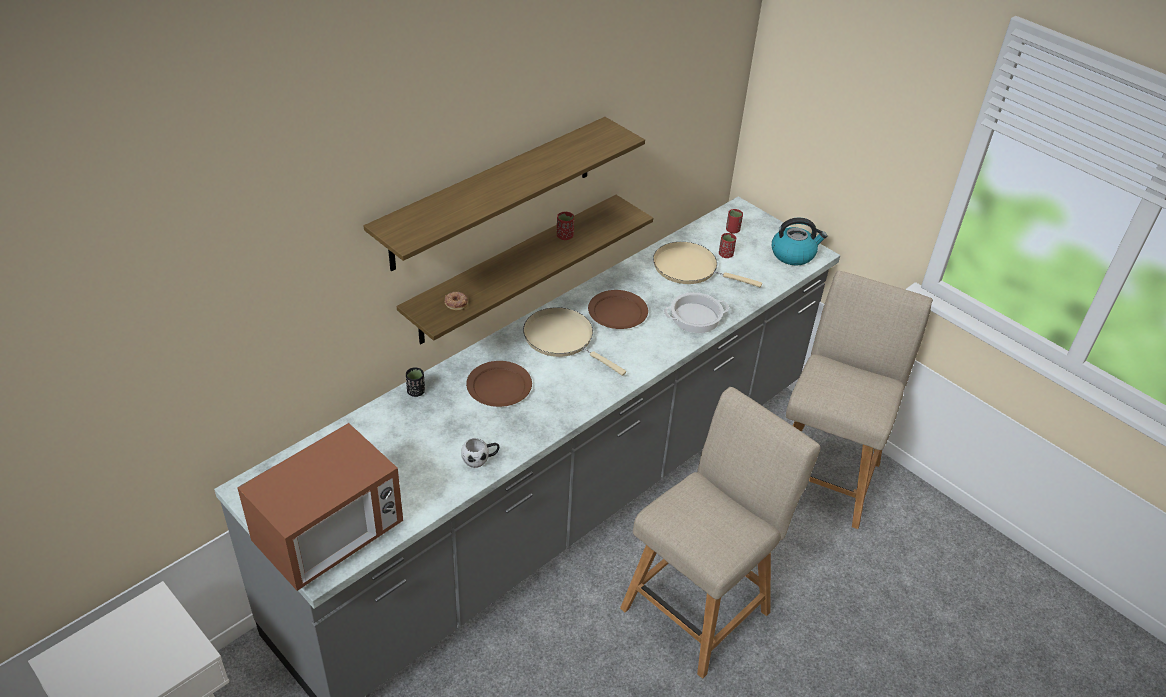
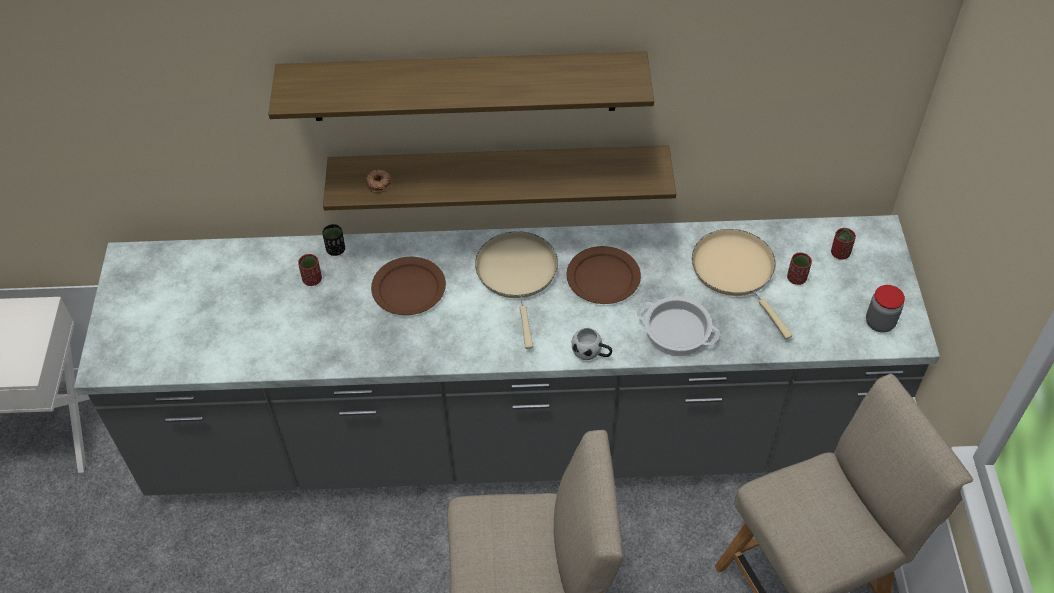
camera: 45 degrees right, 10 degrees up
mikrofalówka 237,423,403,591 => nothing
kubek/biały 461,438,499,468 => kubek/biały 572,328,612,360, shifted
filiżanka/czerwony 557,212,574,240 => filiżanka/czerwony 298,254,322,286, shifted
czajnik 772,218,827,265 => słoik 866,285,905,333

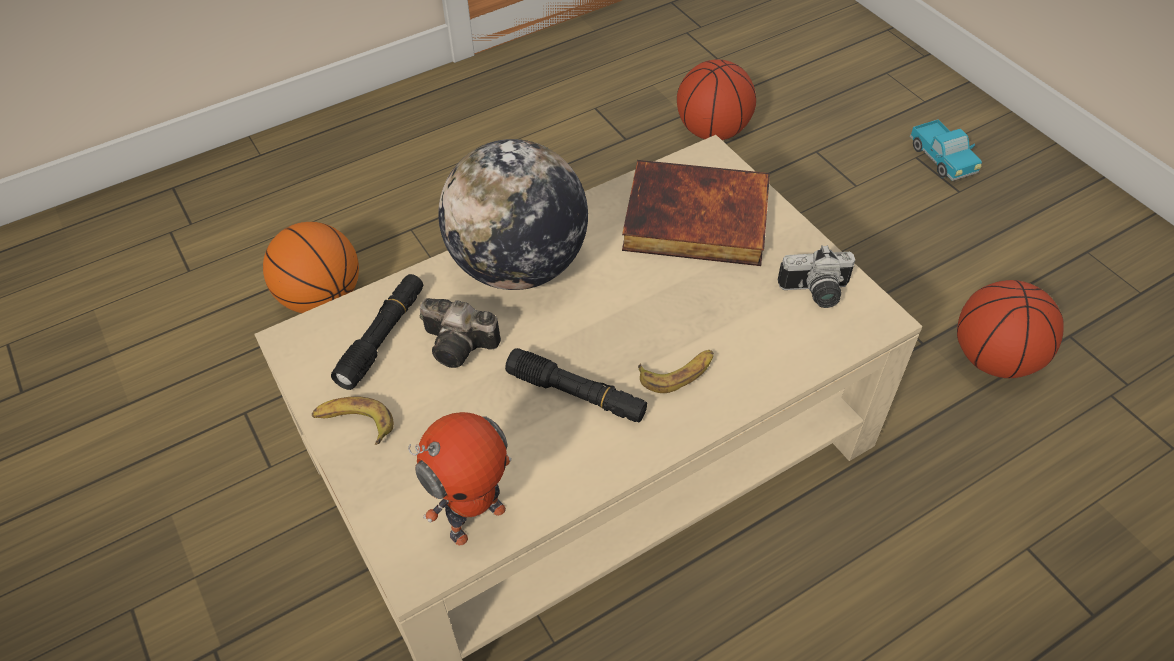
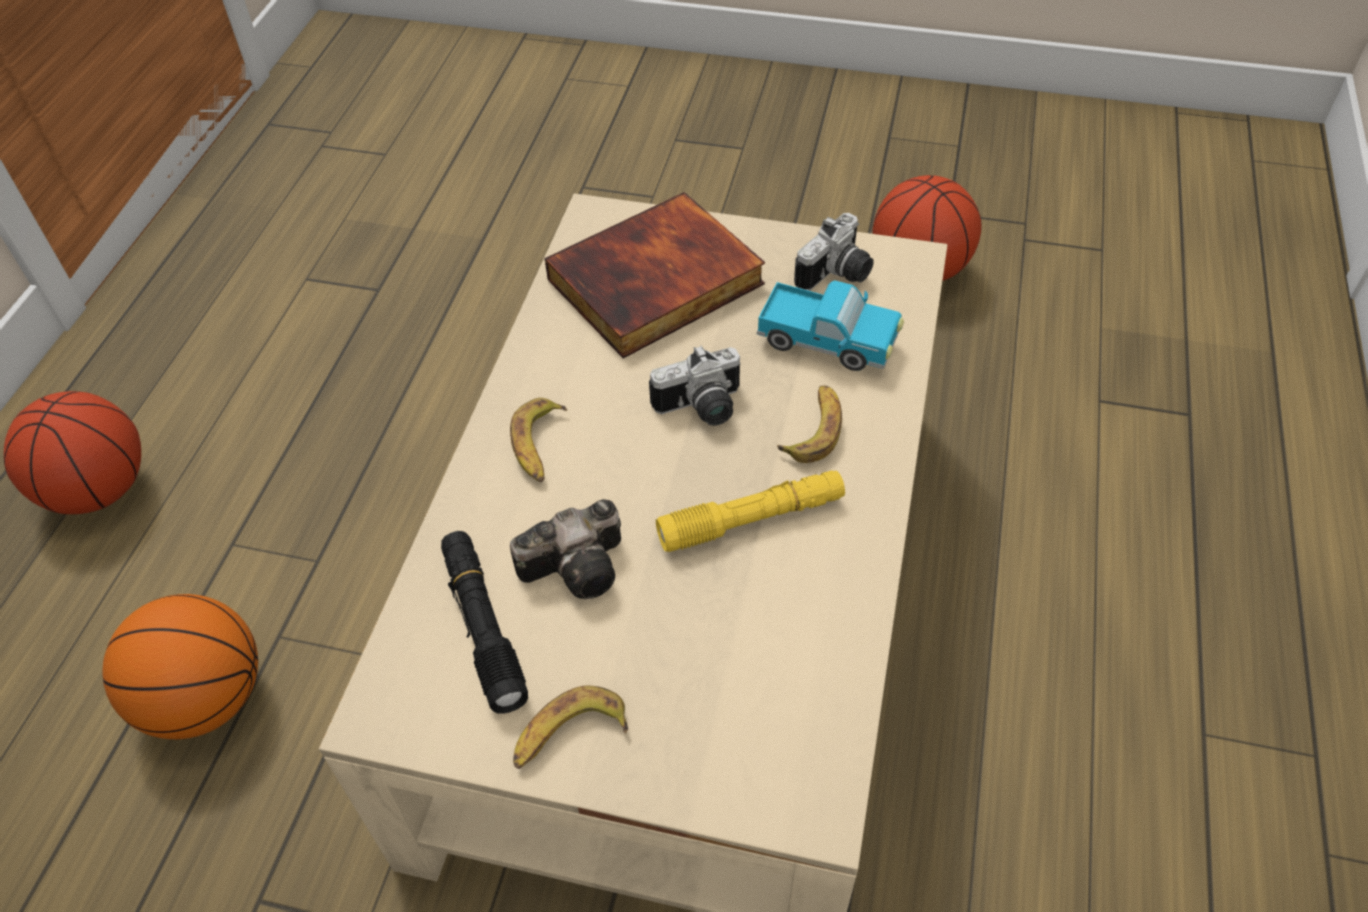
camera: 45 degrees left, 0 degrees up
robot zabawkowy 408,412,512,546 => nothing
nothing => aparat fotograficzny 649,345,741,426
piłka do koszykówki 677,59,756,140 => piłka do koszykówki 4,391,141,514, shifted
ciężarówka zabawkowa 910,119,982,181 => ciężarówka zabawkowa 757,280,904,371, shifted
globus 438,139,588,290 => banan 510,398,567,482
latarka/czarny 505,348,647,422 => latarka/żółty 656,471,845,552

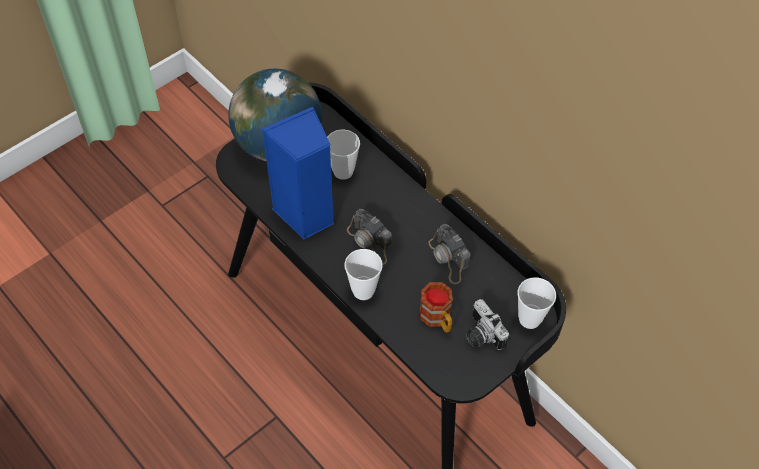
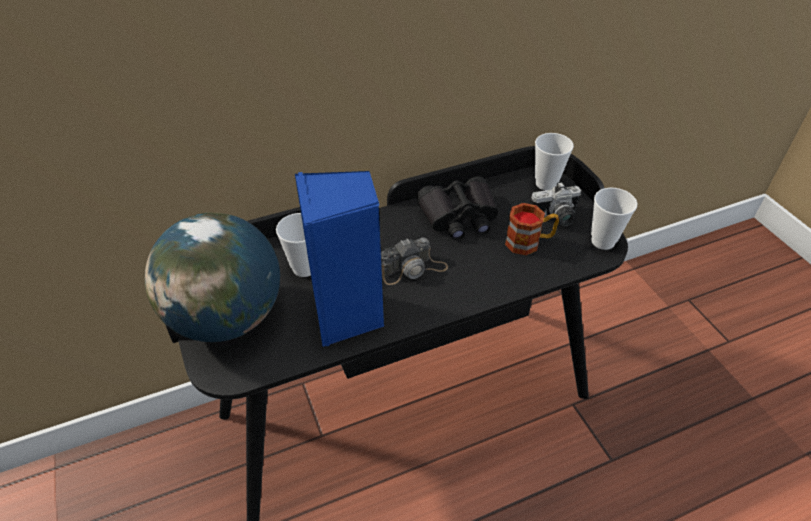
camera: 70 degrees left, 10 degrees down
filiżanka 344,249,383,300 => filiżanka 591,188,637,250, shifted
aparat fotograficzny 428,224,470,284 => lornetka/czarny 417,176,498,240

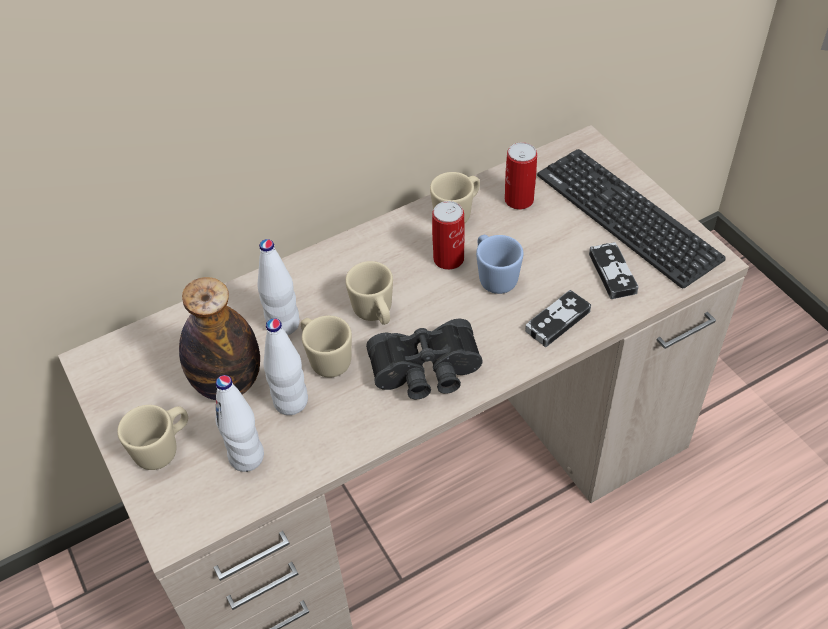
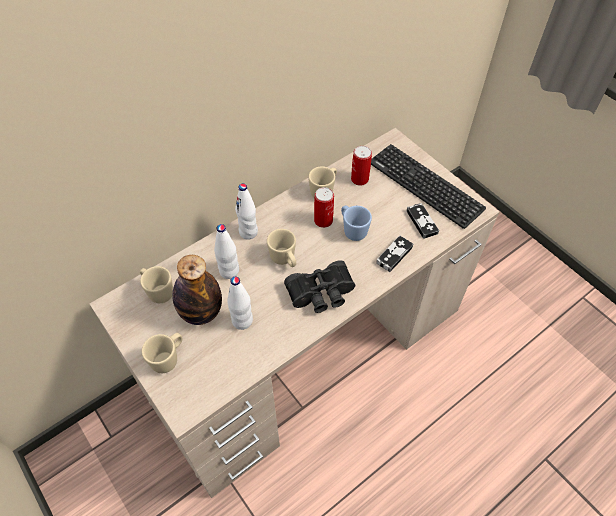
camera: 10 degrees left, 5 degrees up
butelka/biały 216,375,264,472 => butelka/biały 235,184,258,240, shifted
kubek/beżowy 301,316,352,378 => kubek/beżowy 140,266,173,303, shifted

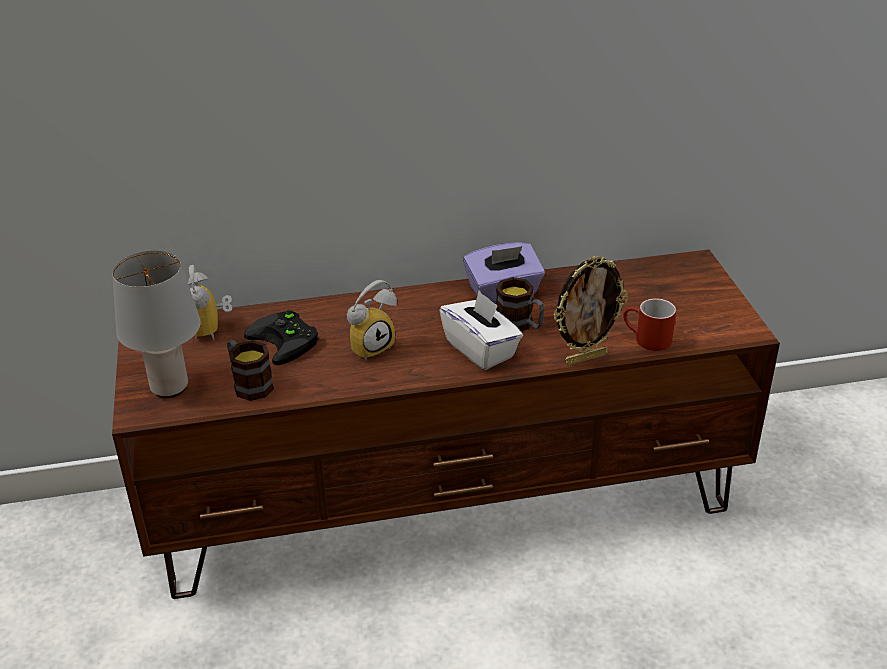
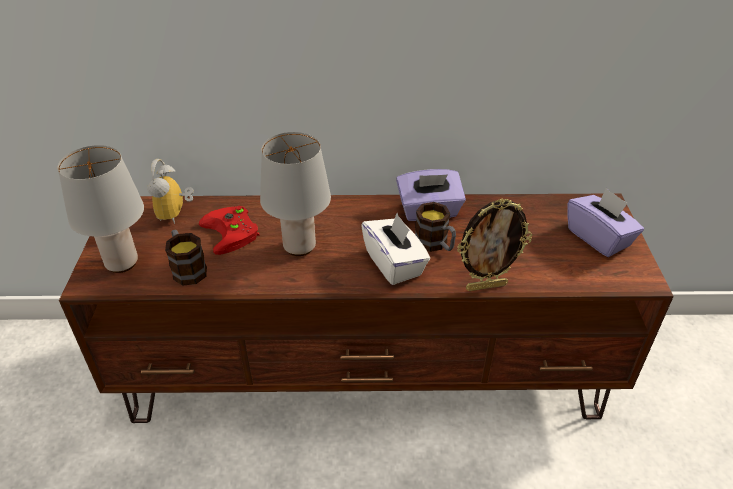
camera: 10 degrees right, 5 degrees up
kubek/czerwony 623,298,676,351 => nothing
nothing => pudełko chusteczek/fioletowy 568,188,644,257
budzik 347,280,397,361 => lampa stołowa/szary 260,132,331,256
pad do gier/czarny 244,310,319,365 => pad do gier/czerwony 199,206,259,255

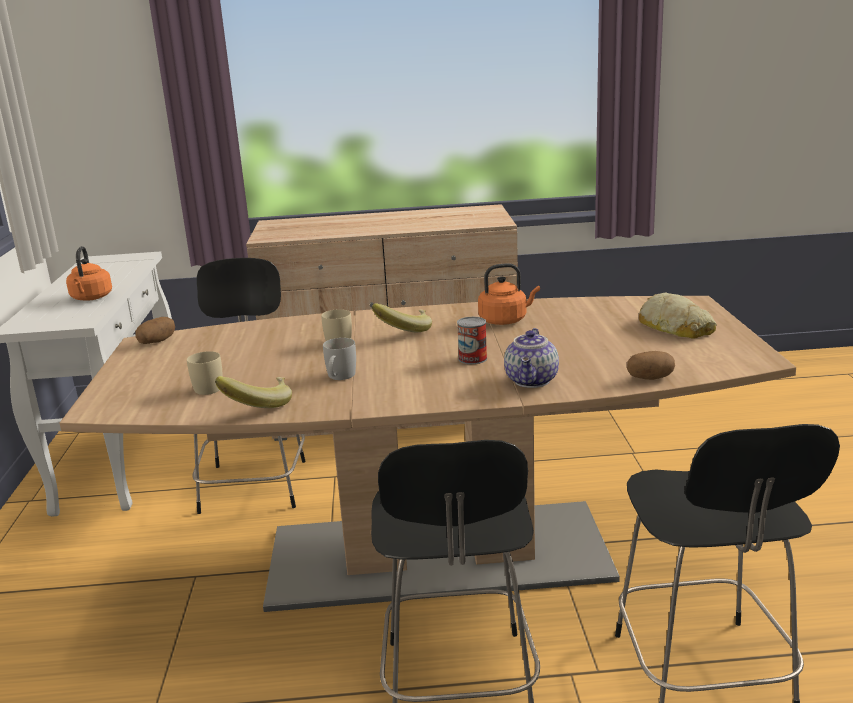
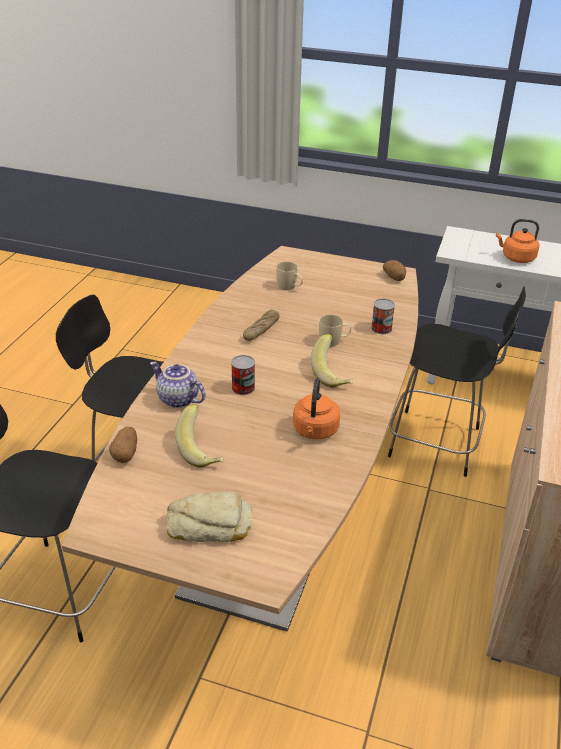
camera: 110 degrees right, 15 degrees up
nothing => puszka 371,299,395,334
banan 215,376,292,408 => banan 175,404,223,468, shifted
kubek/biały 323,338,356,380 => chleb 243,310,280,341

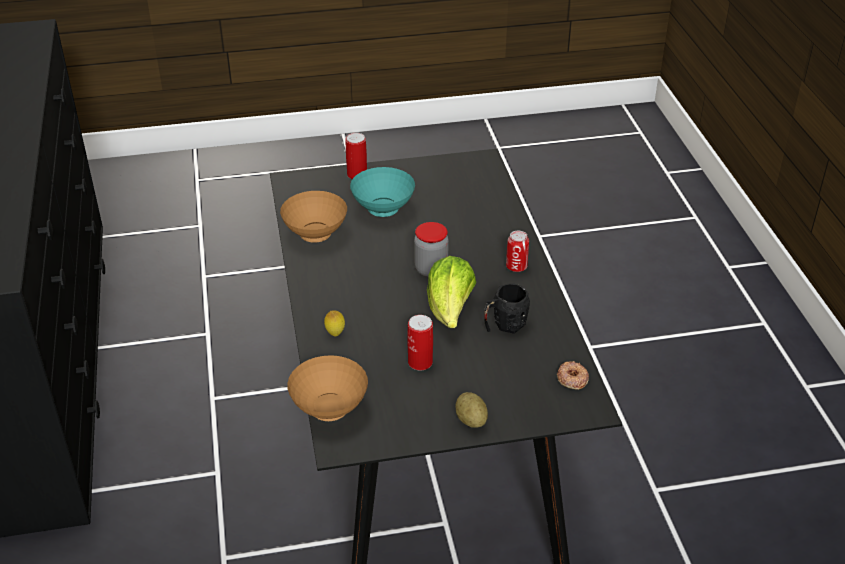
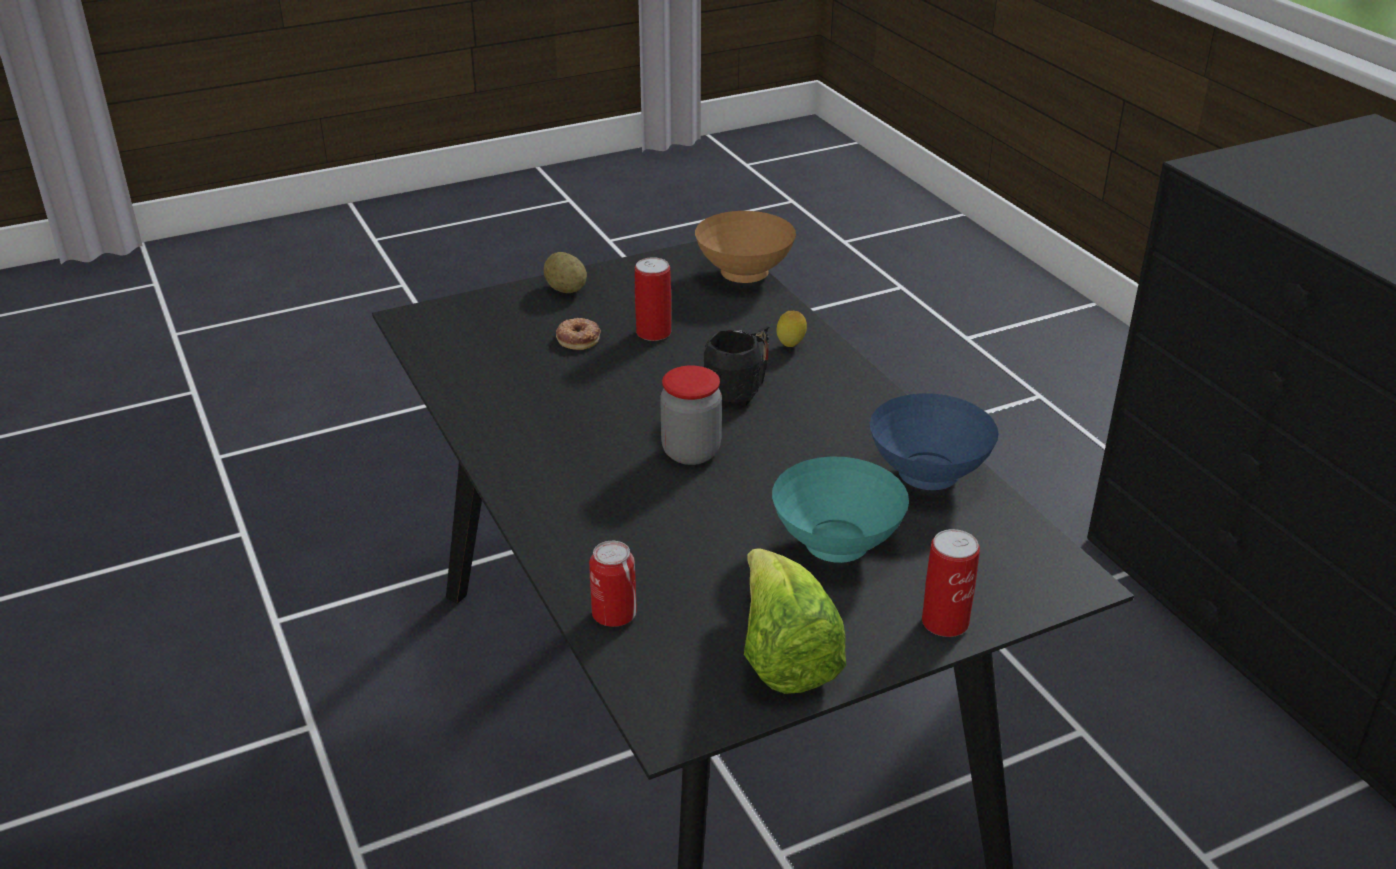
camera: 165 degrees right, 5 degrees down
sałata 427,256,476,328 => sałata 744,548,846,694, shifted
kubek/czarny 484,283,530,334 => kubek/czarny 704,326,769,408, shifted
puszka 506,231,529,272 => puszka 589,541,637,627, shifted
donut 557,361,589,390 => donut 556,318,601,350, shifted
miska/brązowy 280,191,347,243 => miska/niebieski 870,393,999,490

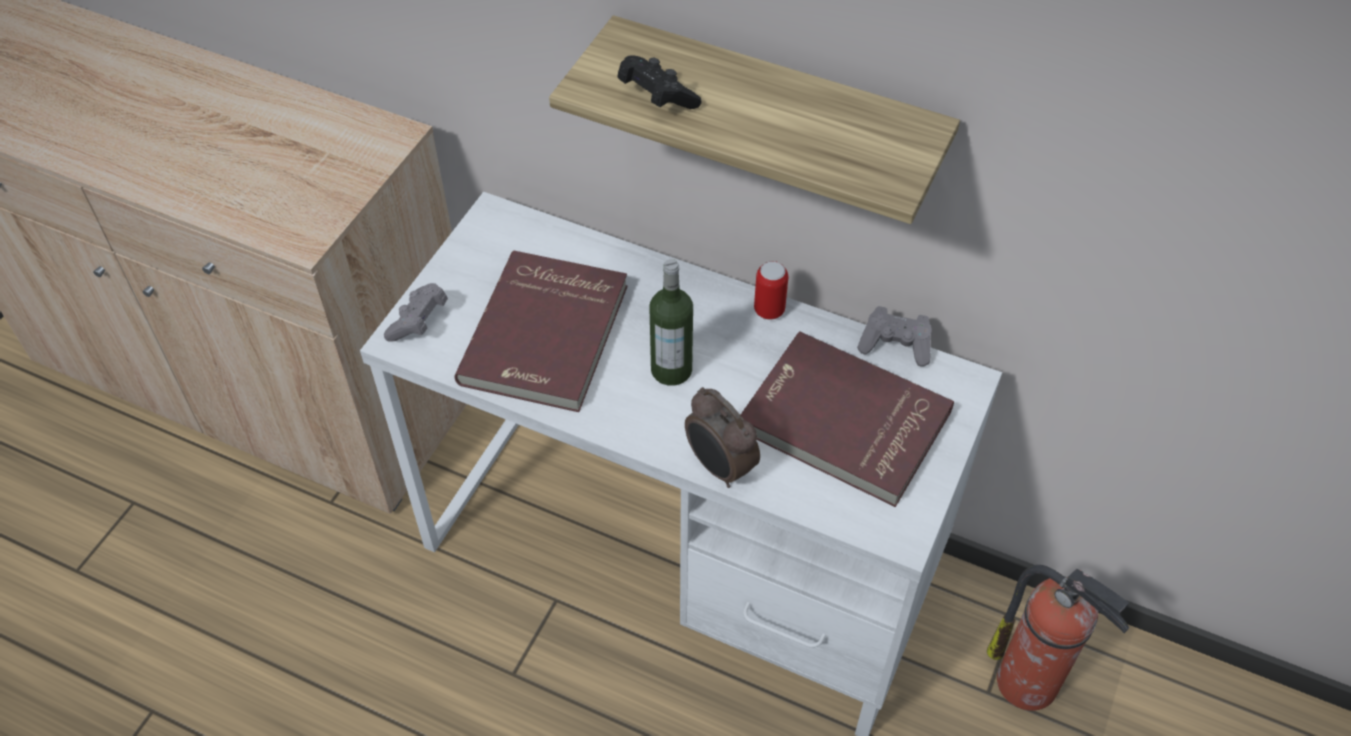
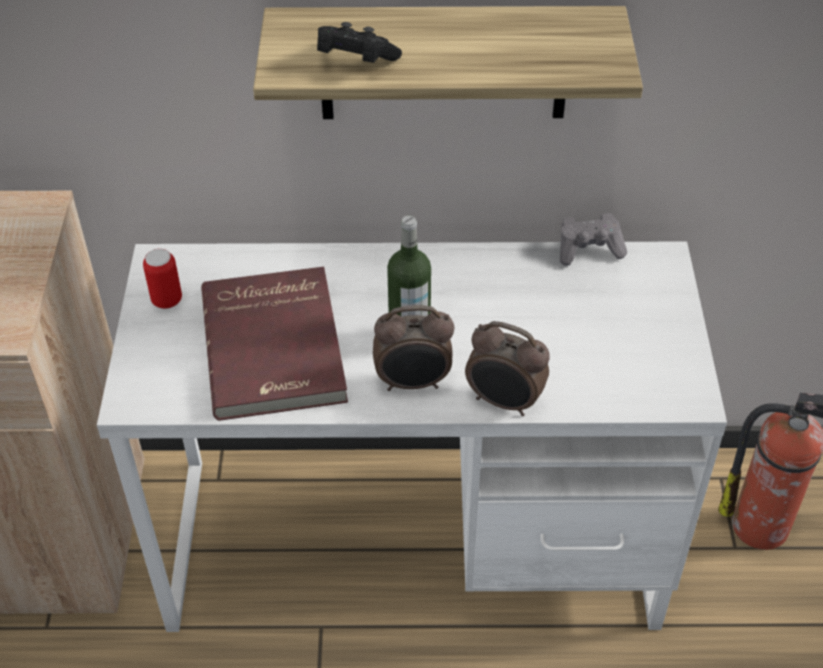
camera: 25 degrees left, 5 degrees down
pad do gier/szary 384,283,448,342 => nothing
książka/czerwony 741,332,954,507 => nothing
nothing => budzik 373,305,454,391
puszka 754,261,788,320 => puszka 143,249,182,309, shifted

